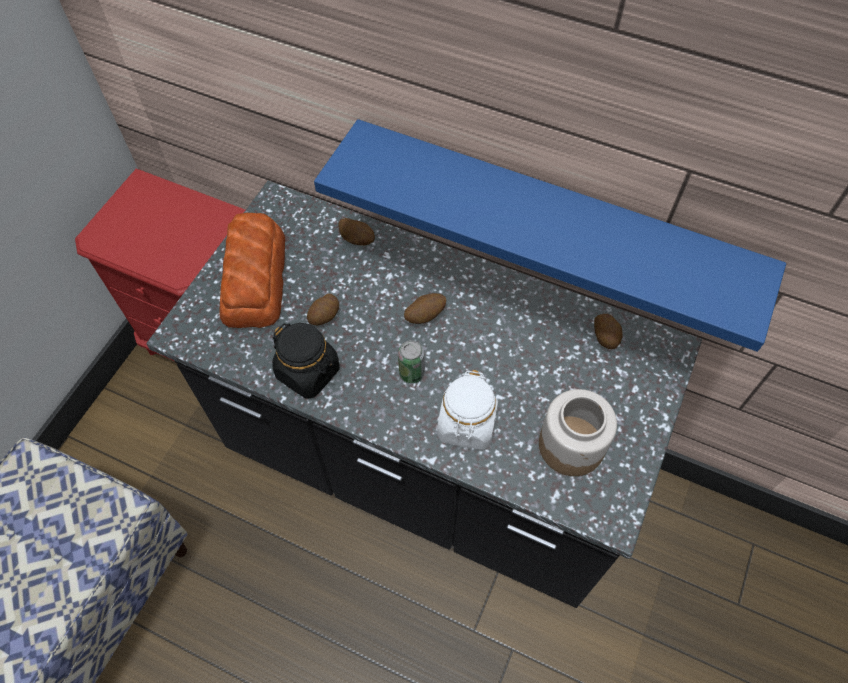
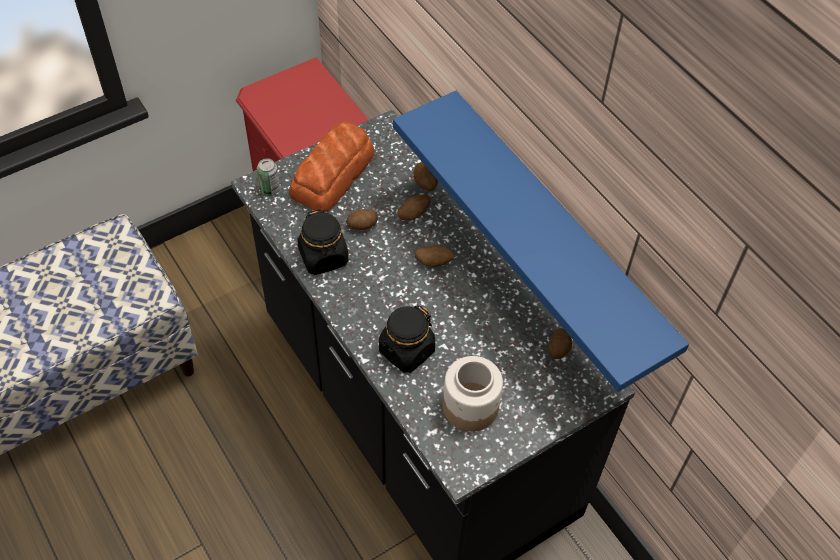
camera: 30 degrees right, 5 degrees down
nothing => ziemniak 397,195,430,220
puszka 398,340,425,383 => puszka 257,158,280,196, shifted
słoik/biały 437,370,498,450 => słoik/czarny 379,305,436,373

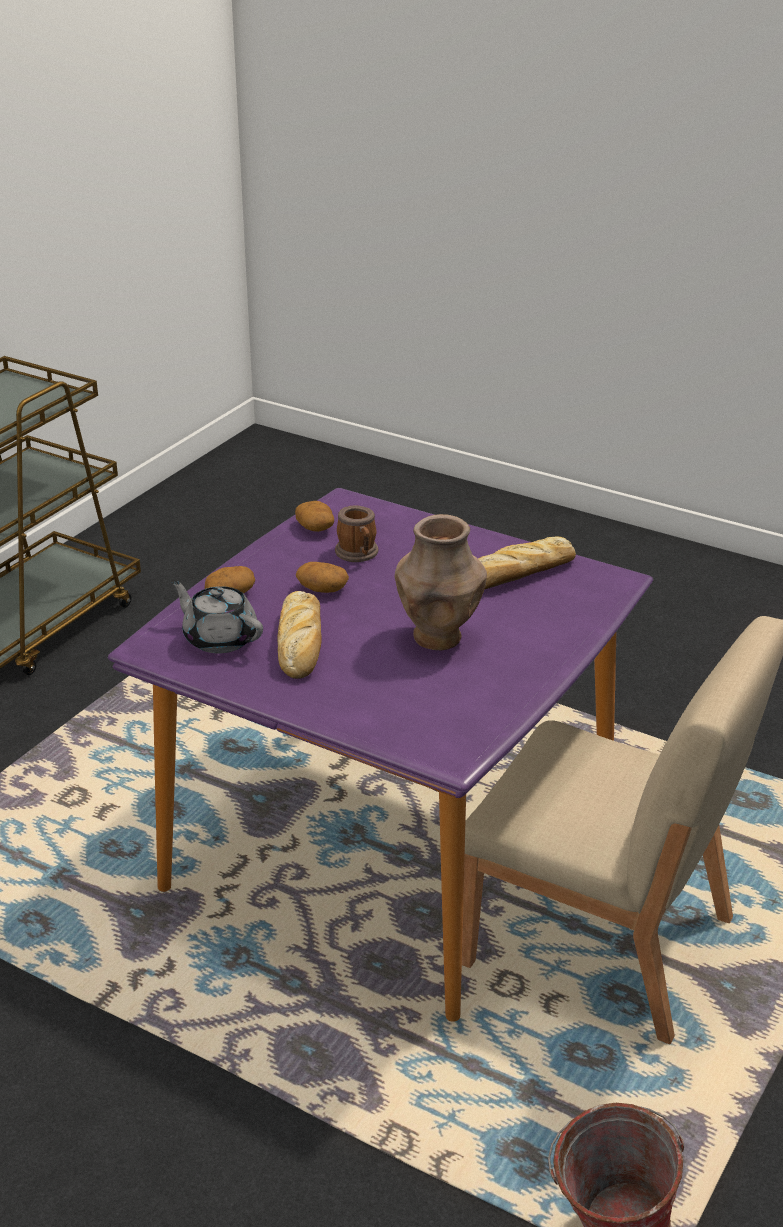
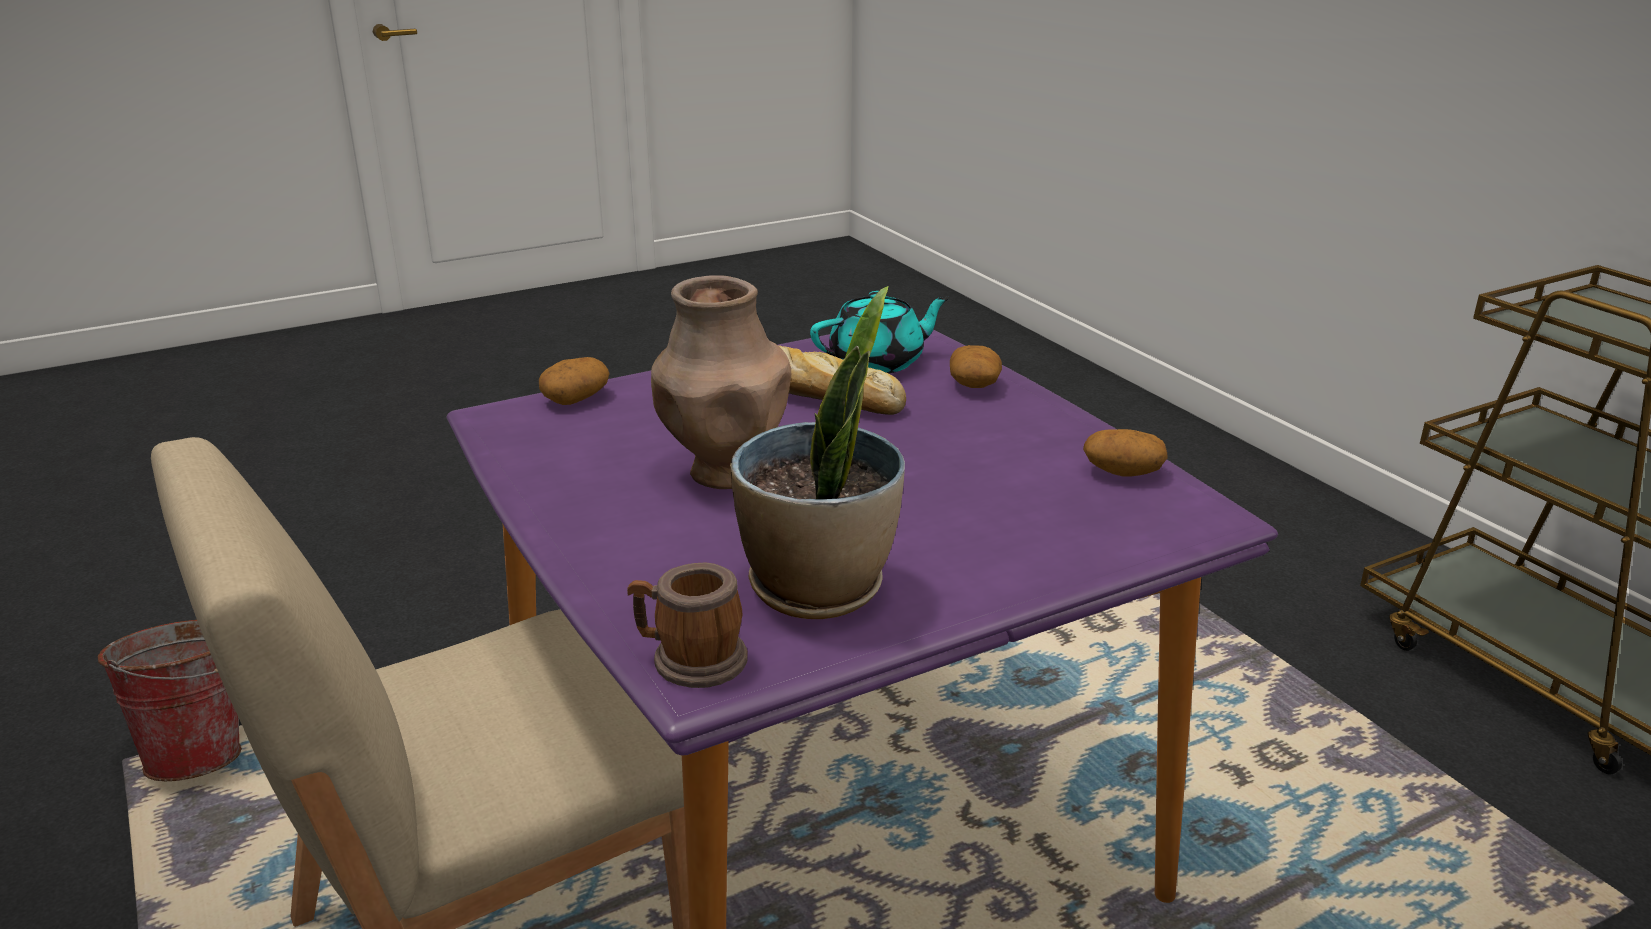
camera: 120 degrees right, 5 degrees down
ziemniak 296,562,349,593 => ziemniak 539,357,610,405, shifted
kubek 335,505,378,562 => kubek 627,563,748,688, shifted
chleb 478,537,576,590 => roślina doniczkowa 730,286,905,619
imbryk/szary 171,580,263,653 => imbryk/turkusowy 810,291,950,373

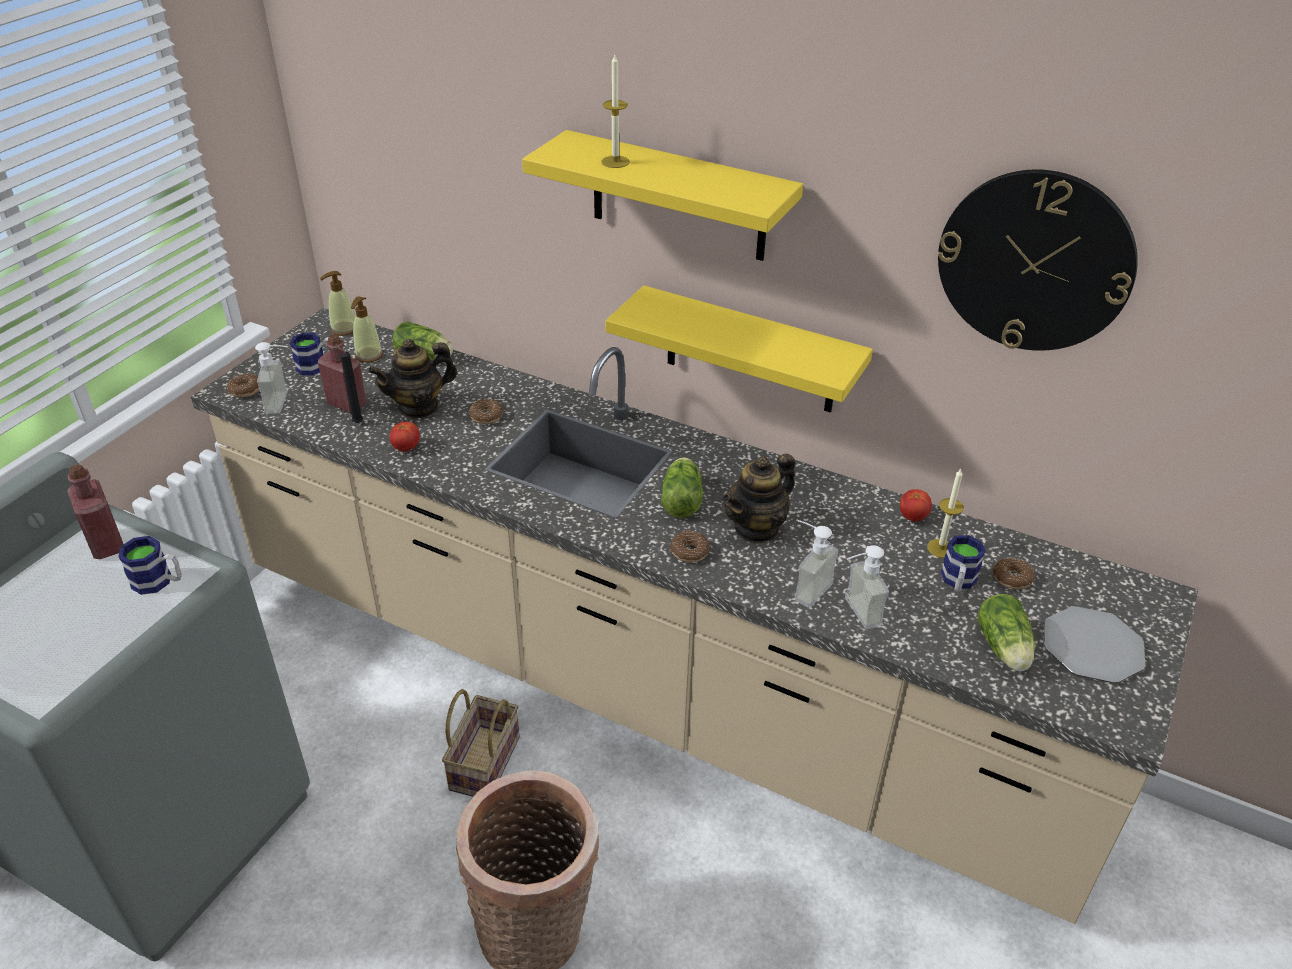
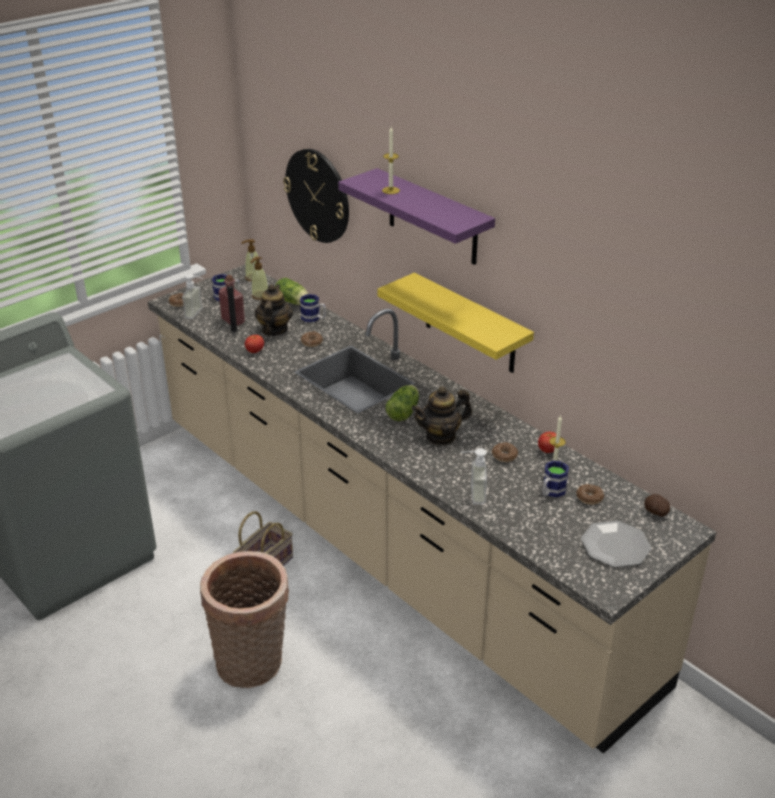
camera: 20 degrees right, 5 degrees down
butelka/czerwony 67,464,123,559 => nothing
dozownik mydła 795,520,838,608 => nothing
sałata 978,594,1035,671 => nothing
nothing => ziemniak 644,494,670,517
kubek 118,536,182,595 => kubek 300,294,326,322, shifted
donut 670,531,710,563 => donut 492,442,518,462, shifted
zegar ścienny 938,169,1138,351 => zegar ścienny 283,149,349,243, shifted
półka/żółty 522,130,803,261 => półka/fioletowy 338,168,495,265
imbryk 368,339,457,419 => imbryk 254,284,293,336, 105 degrees clockwise

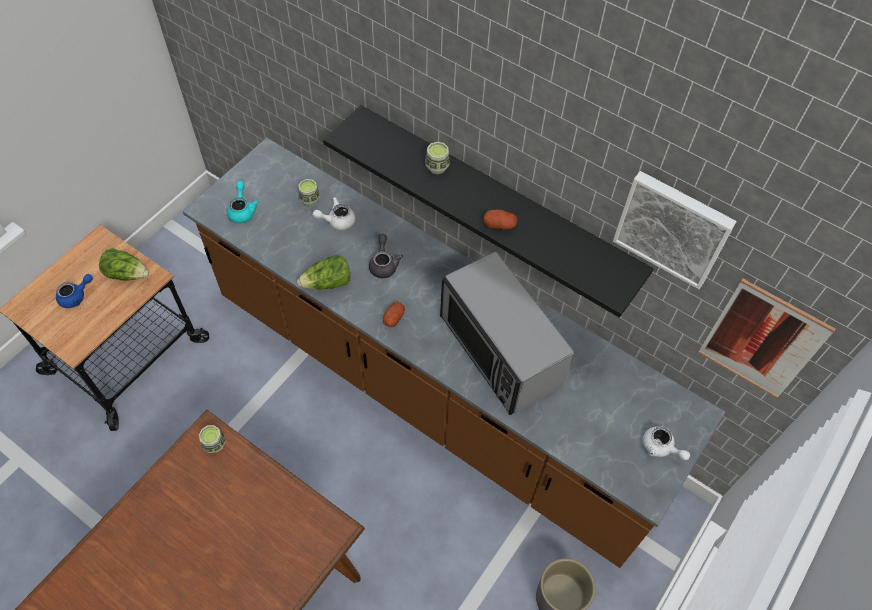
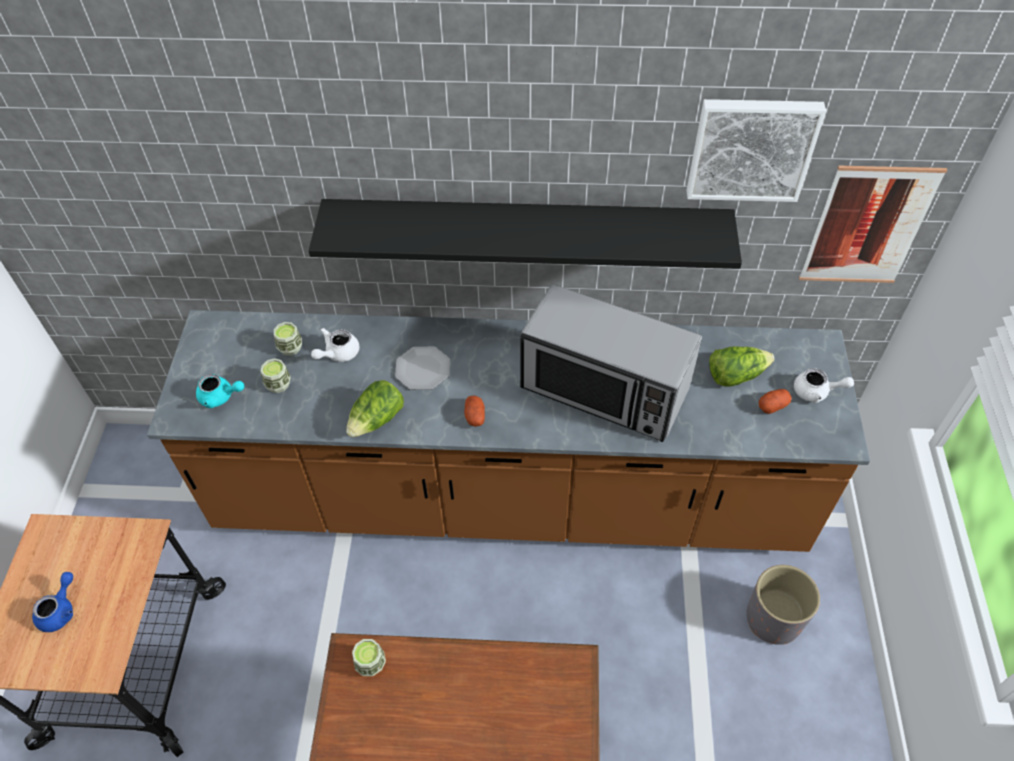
camera: 30 degrees left, 5 degrees down
sałata 99,248,149,281 => sałata 709,346,774,386, shifted
filiżanka 425,142,450,174 => filiżanka 261,358,291,393, shifted
ziemniak 484,209,518,229 => ziemniak 759,389,792,414, shifted
imbryk/szary 369,234,403,278 => talerz 395,347,450,390
imbryk/turkusowy 227,181,259,223 => imbryk/turkusowy 196,374,244,408, 135 degrees clockwise

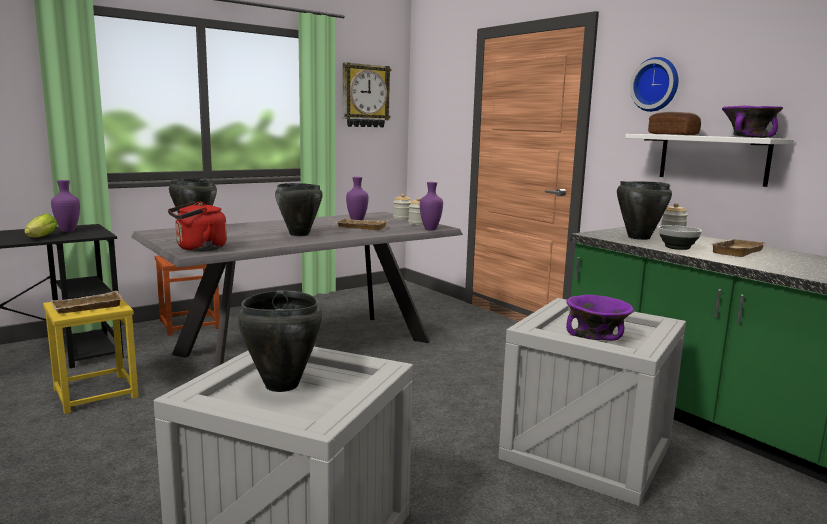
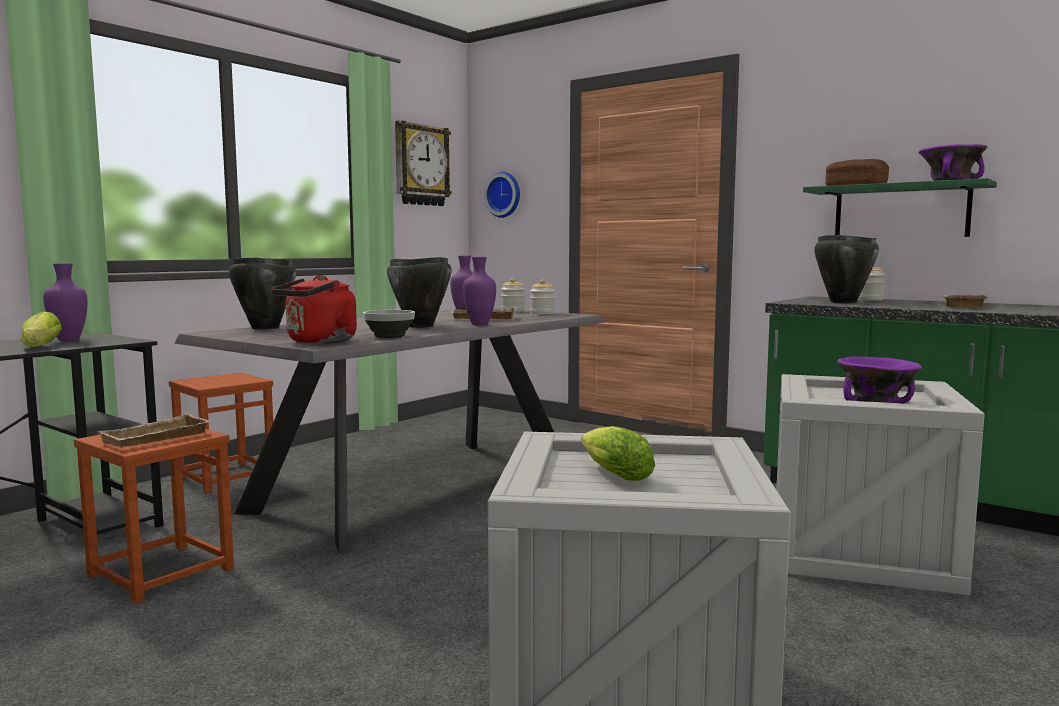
camera: 15 degrees left, 5 degrees down
wazon/fioletowy 420,182,443,230 => wazon/fioletowy 463,257,496,325, shifted
zegar ścienny 630,57,678,112 => zegar ścienny 484,171,520,218, shifted
miska 658,225,702,250 => miska 363,310,415,338, shifted
garnek/czarny 238,290,322,392 => sałata 581,426,655,481
stołek/żółty 43,299,139,414 => stołek/brązowy 74,429,234,604
półka/biały 625,134,794,187 => półka/zielony 803,178,997,237

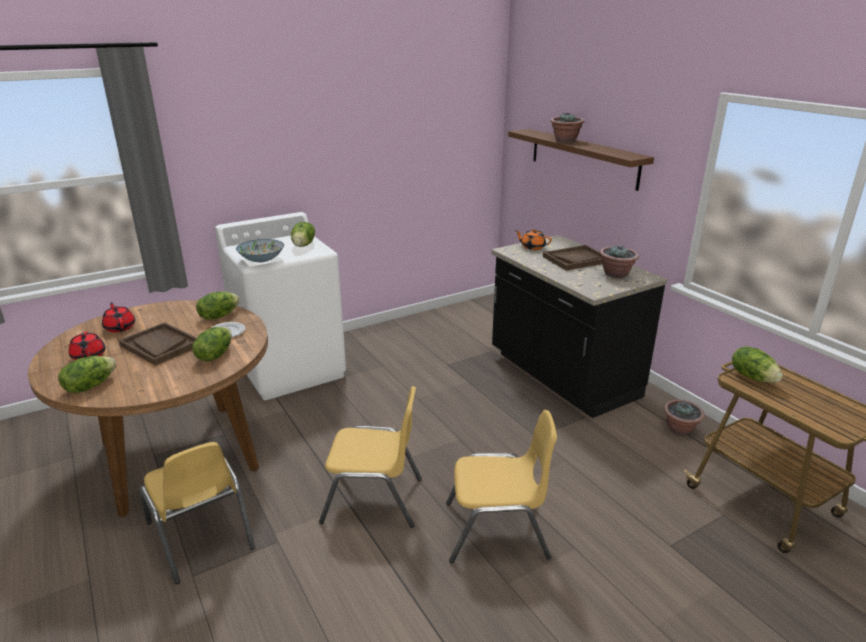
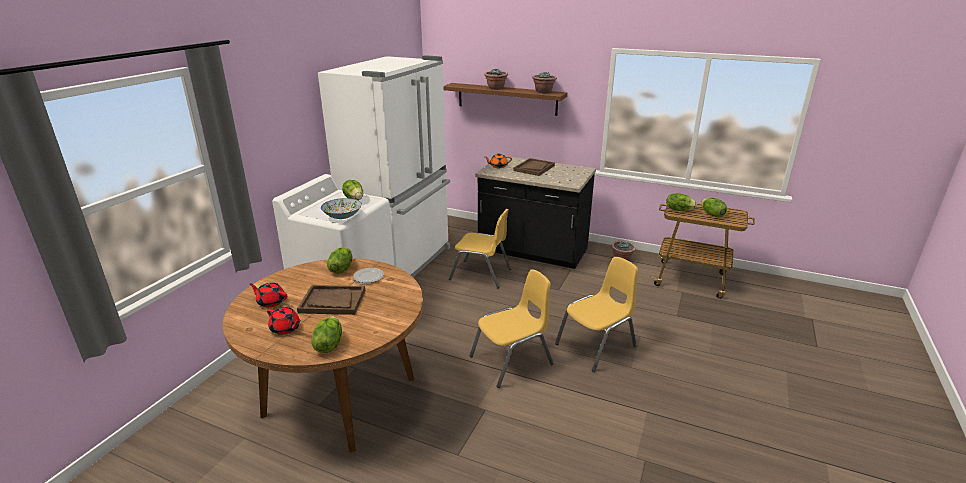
camera: 35 degrees left, 0 degrees up
nothing => lodówka/biały 318,55,450,277
krzesło/żółty 139,442,255,584 => krzesło/żółty 449,209,511,288, shifted
sałata 192,327,231,361 => sałata 701,198,727,217, shifted
roślina doniczkowa 600,245,639,278 => roślina doniczkowa 532,72,557,94, shifted

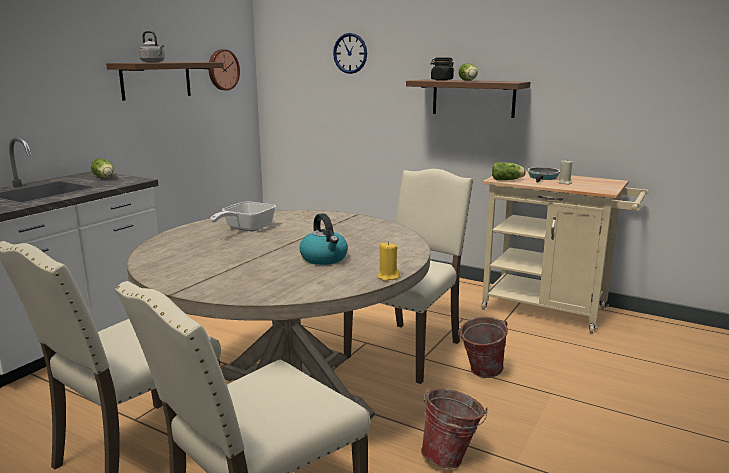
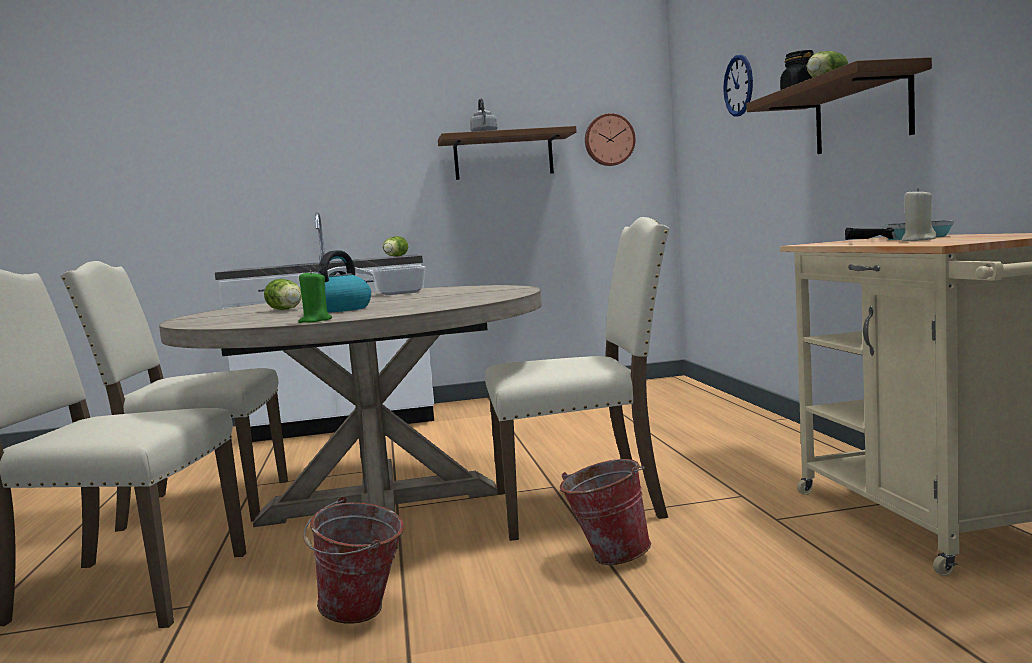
camera: 50 degrees right, 10 degrees down
sałata 492,162,526,180 => sałata 264,279,302,310, shifted
świeca/żółty 377,241,400,281 => świeca/zielony 298,270,332,323

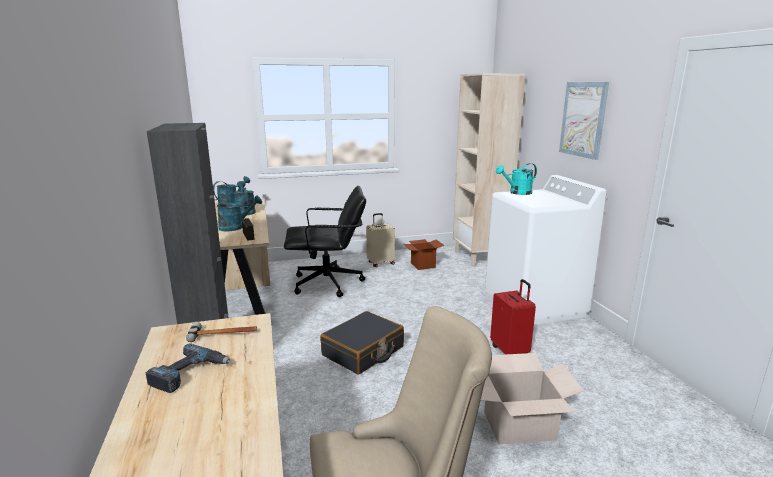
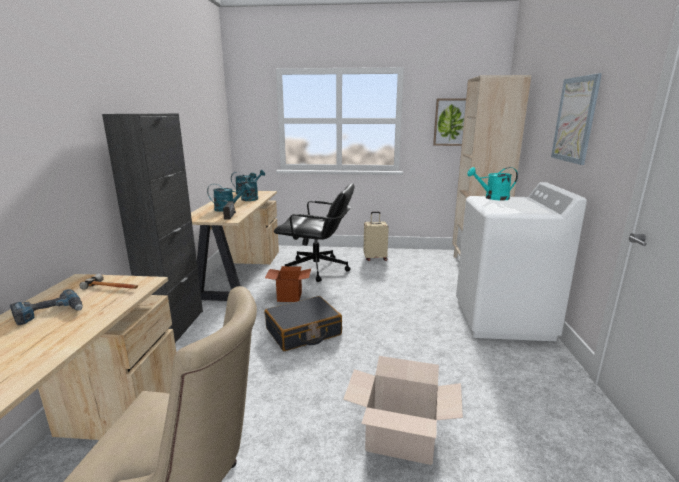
camera: 20 degrees right, 0 degrees up
walizka/czerwony 490,279,536,354 => nothing
nothing => obraz 433,98,466,146
karton 403,239,445,270 => karton 265,266,311,302, shifted

